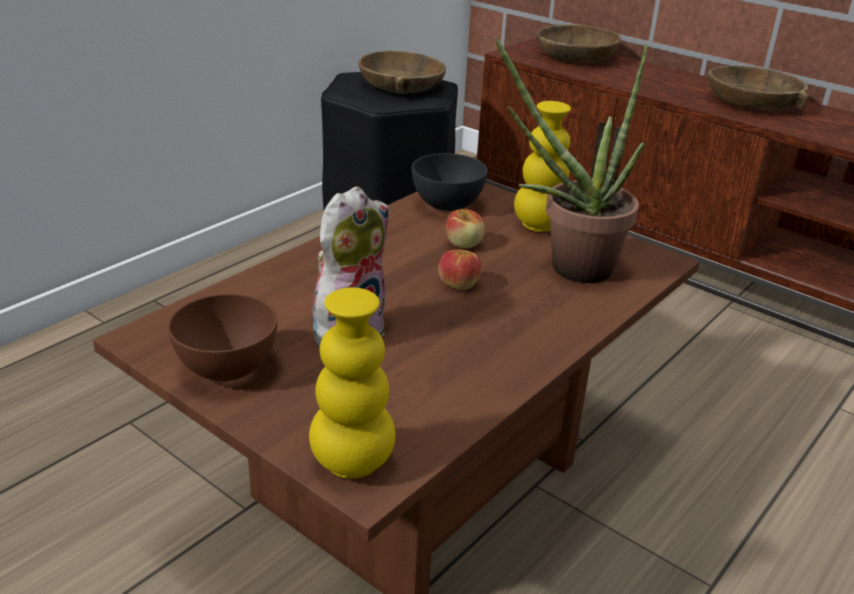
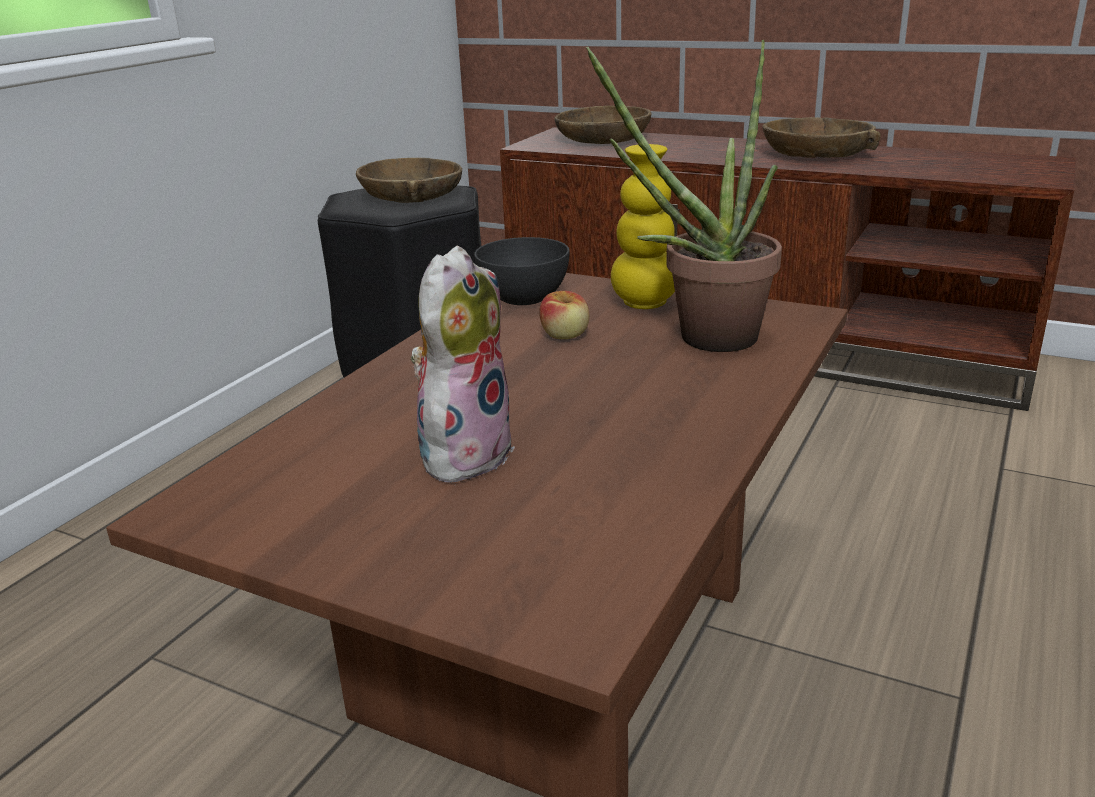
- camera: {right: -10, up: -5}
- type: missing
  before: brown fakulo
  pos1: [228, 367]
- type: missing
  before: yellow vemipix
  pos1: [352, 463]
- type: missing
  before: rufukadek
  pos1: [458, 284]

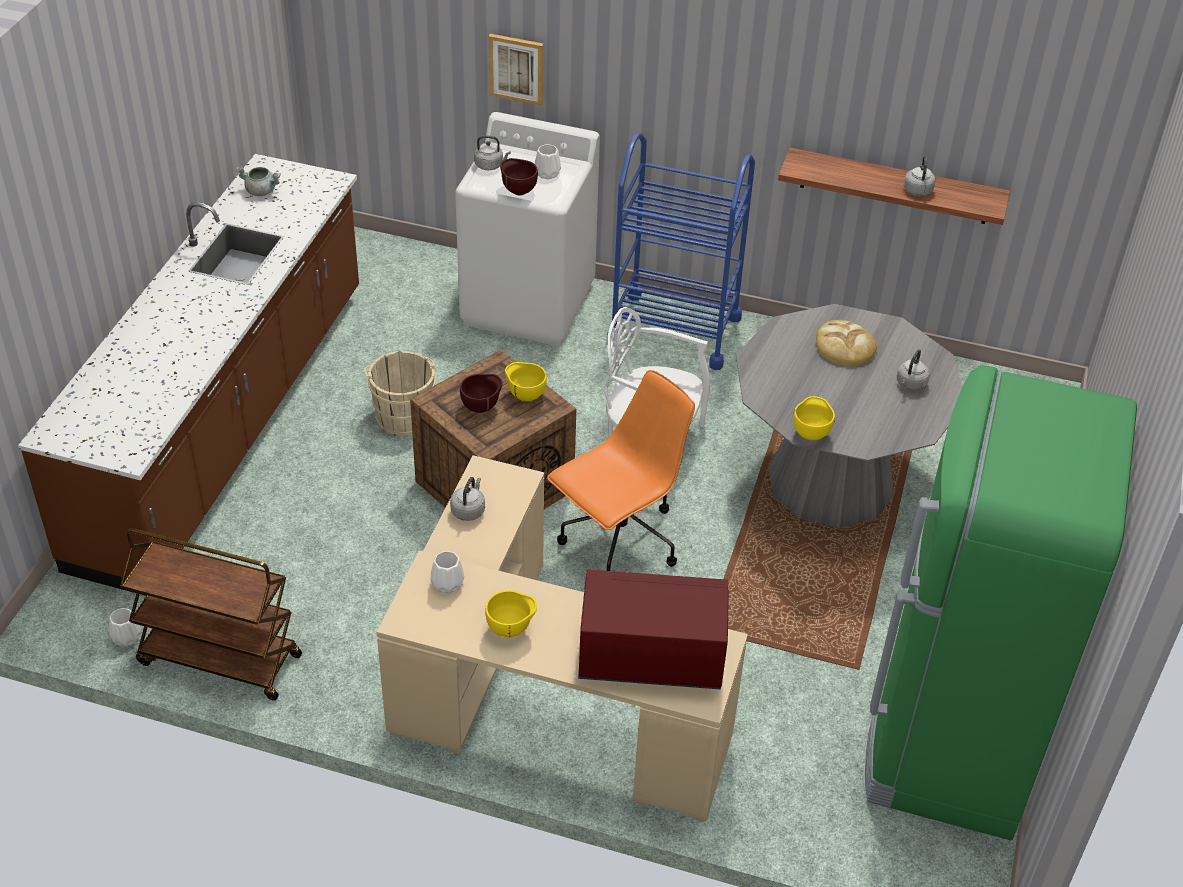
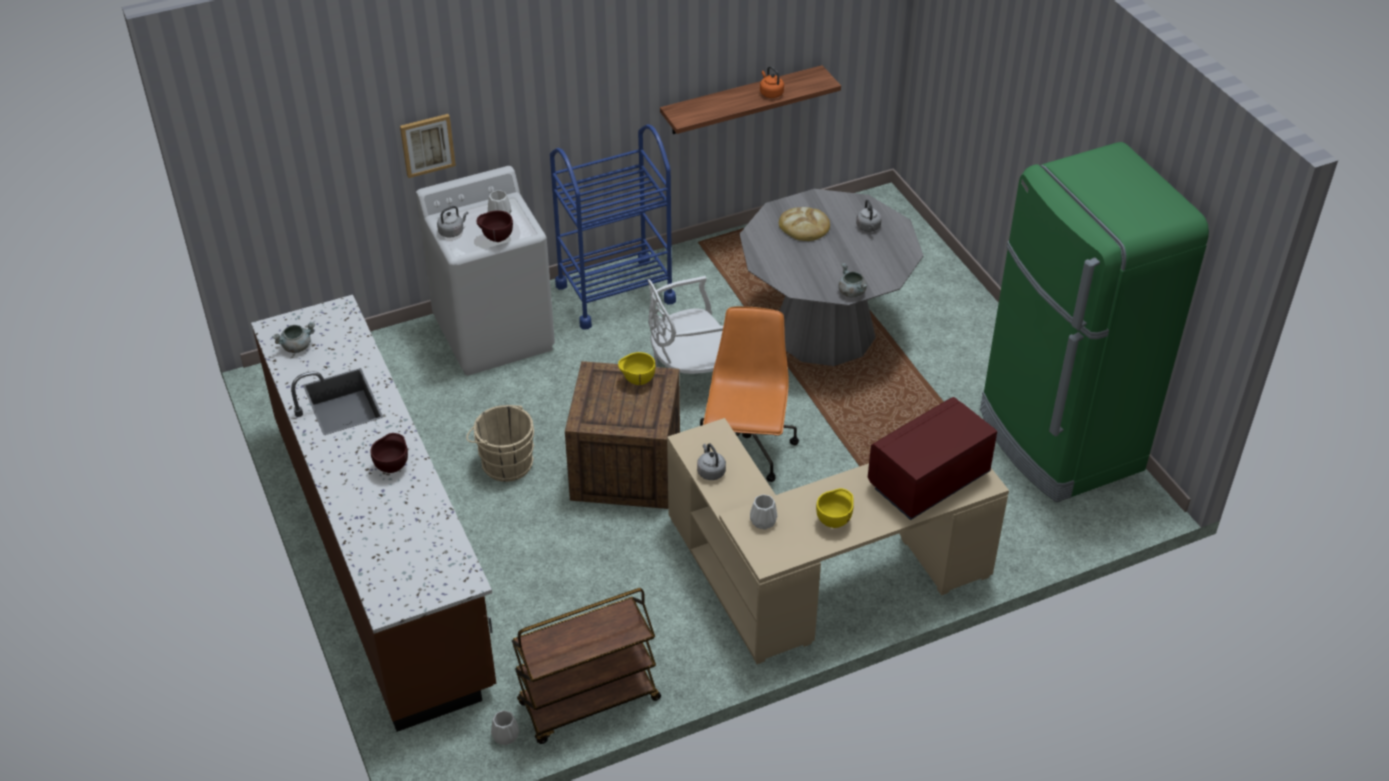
- camera: {right: -40, up: 0}
- type: relocated
  before: brown fakulo
  pos1: [482, 407]
  pos2: [393, 466]
- type: exchanged
  before: yellow fakulo
  after: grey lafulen
  pos1: [811, 433]
  pos2: [851, 292]
- type: colour
  before: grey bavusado
  after: orange bavusado
  pos1: [918, 189]
  pos2: [770, 93]

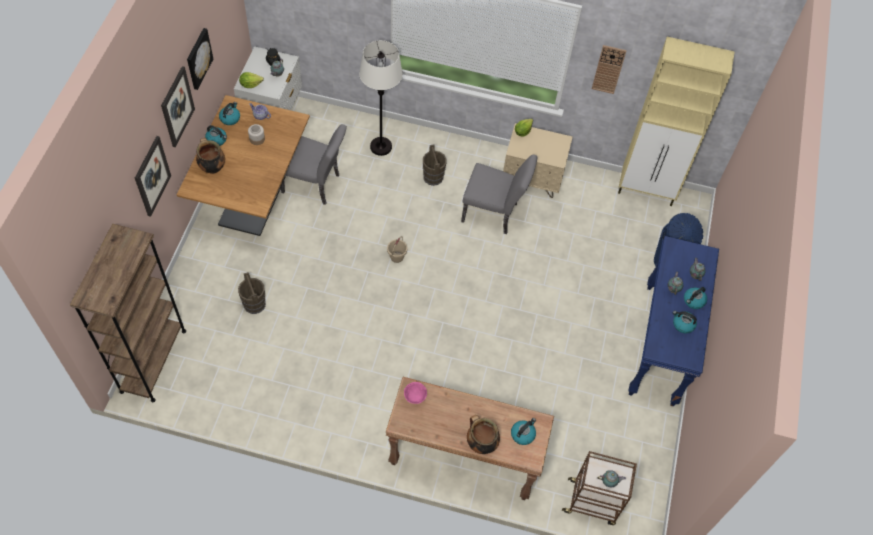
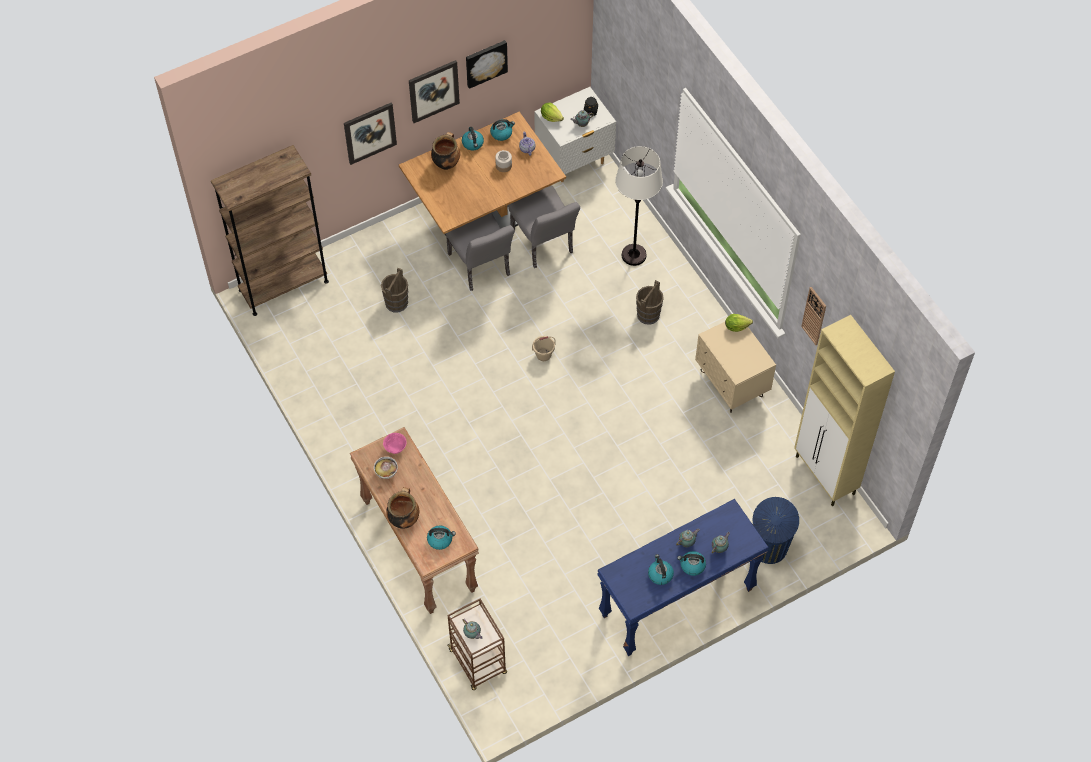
- camera: {right: 50, up: 0}
- type: appeared
  after: fakulo
  pos2: [386, 472]
- type: relocated
  before: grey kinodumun
  pos1: [494, 214]
  pos2: [481, 268]

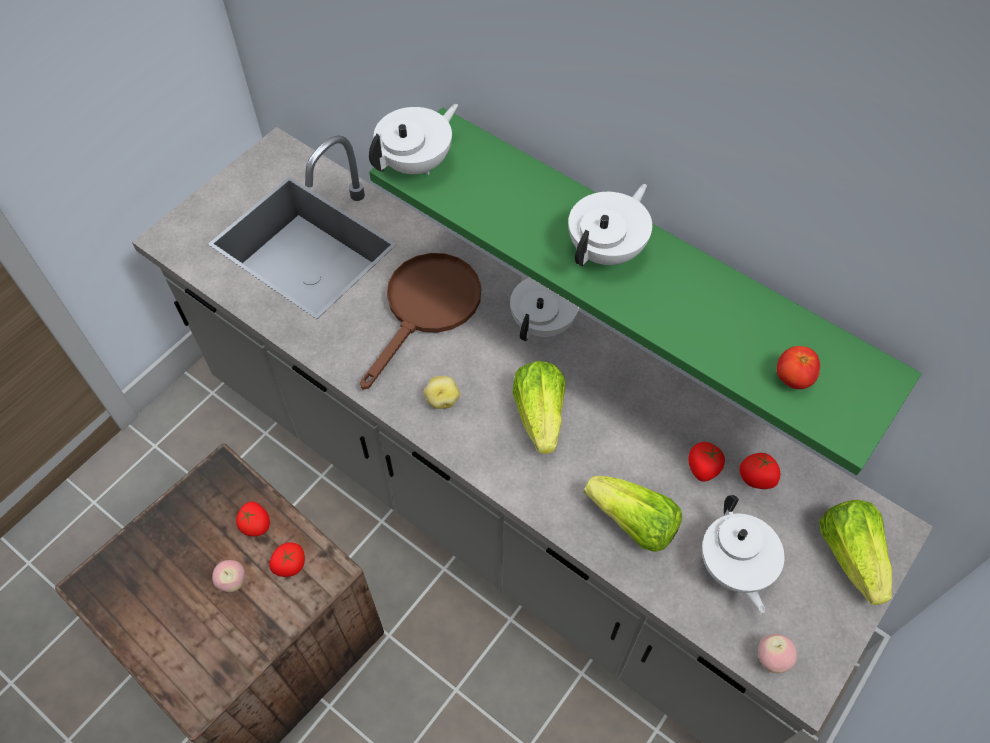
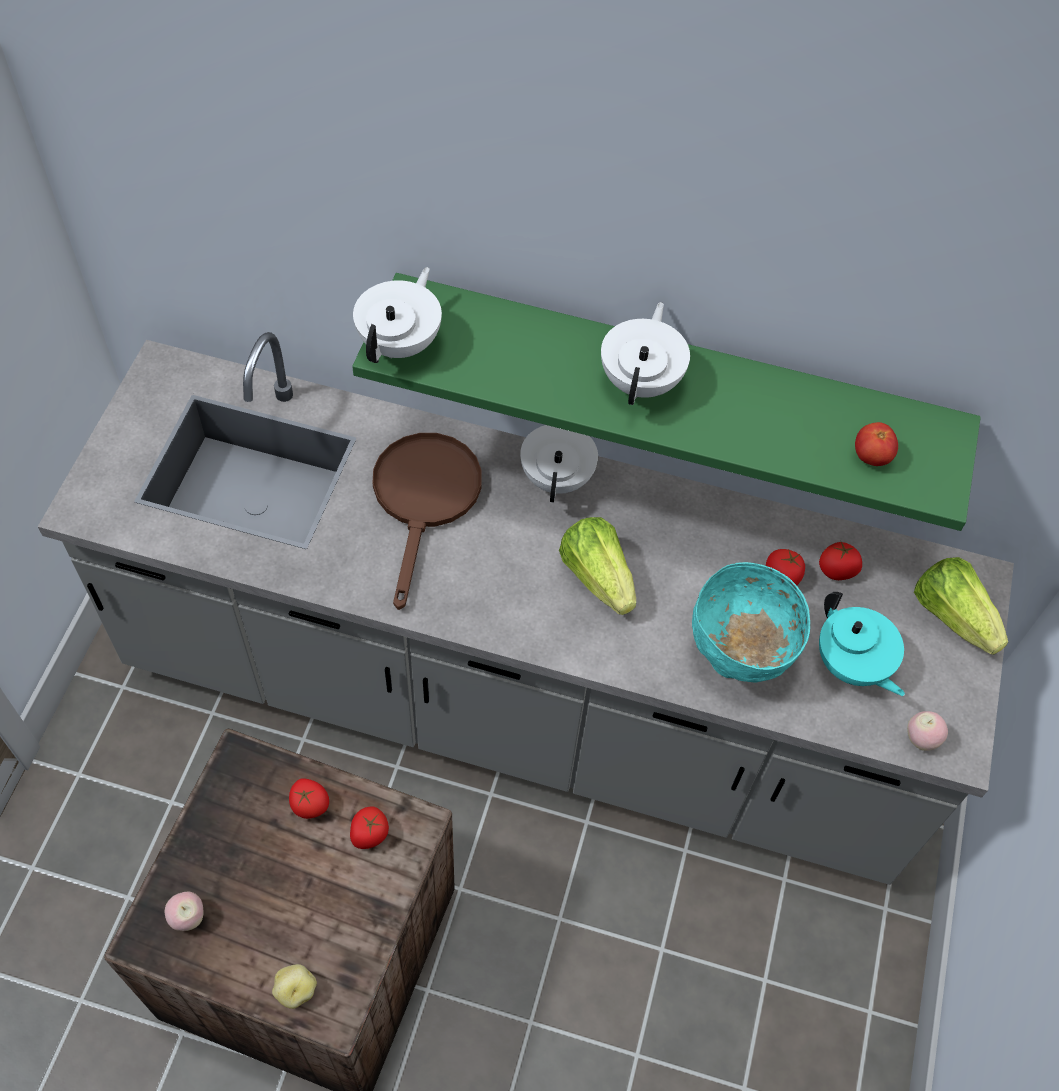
- camera: {right: -25, up: 0}
- type: relocated
  before: rufukadek
  pos1: [233, 582]
  pos2: [188, 917]
- type: relocated
  before: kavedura
  pos1: [442, 399]
  pos2: [295, 990]
- type: exchanged
  before: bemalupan
  after: turquoise fakulo
  pos1: [633, 523]
  pos2: [738, 655]
- type: colour
  before: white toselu
  after: turquoise toselu
  pos1: [733, 567]
  pos2: [851, 665]

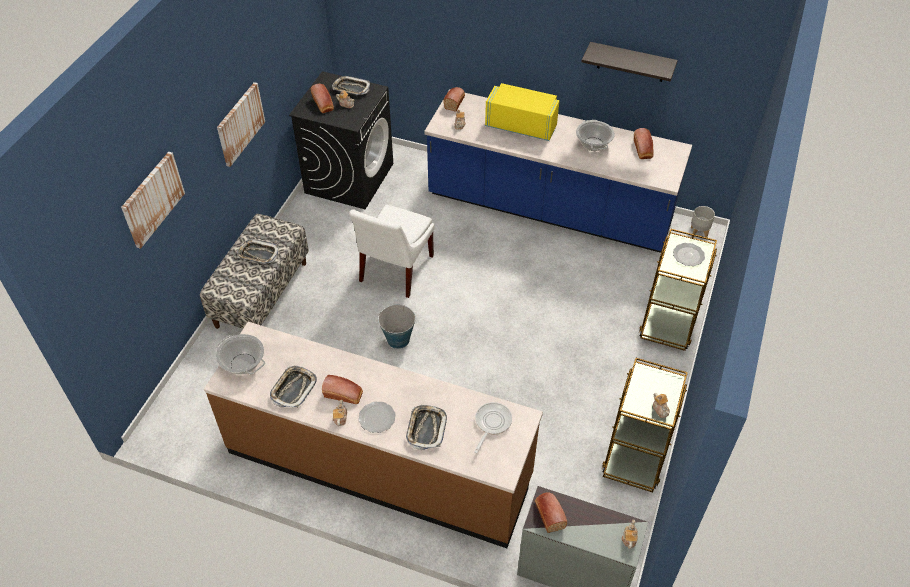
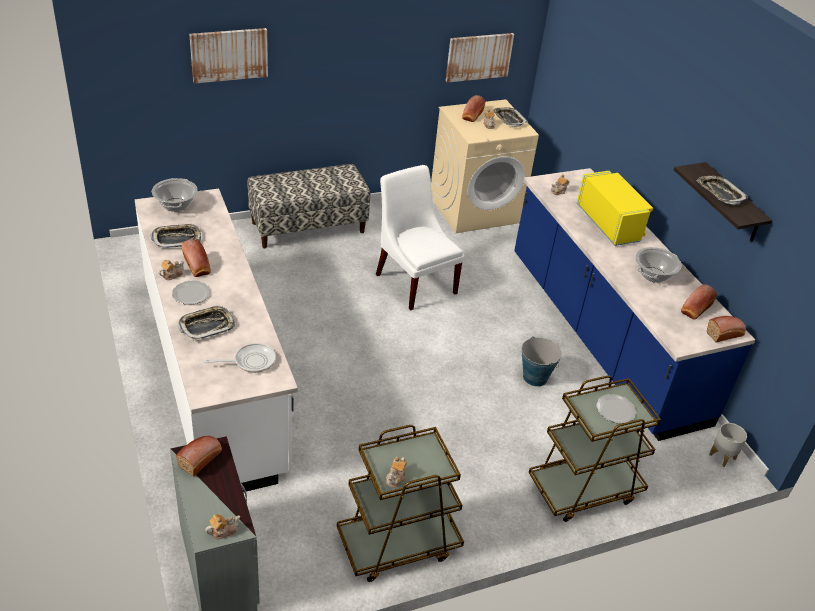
- camera: {right: 45, up: -10}
- type: relocated
  before: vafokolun
  pos1: [240, 123]
  pos2: [478, 56]
- type: relocated
  before: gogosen
  pos1: [258, 254]
  pos2: [720, 193]
- type: relocated
  before: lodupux
  pos1: [398, 339]
  pos2: [535, 377]
- type: relocated
  before: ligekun
  pos1: [455, 102]
  pos2: [725, 334]
- type: colour
  before: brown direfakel
  after: white direfakel
  pos1: [379, 464]
  pos2: [214, 375]
- type: colour
  before: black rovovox
  after: beige rovovox
  pos1: [349, 178]
  pos2: [475, 209]
- type: spun
  before: white kinodumun
  pos1: [394, 271]
  pos2: [414, 281]
  turn: 75

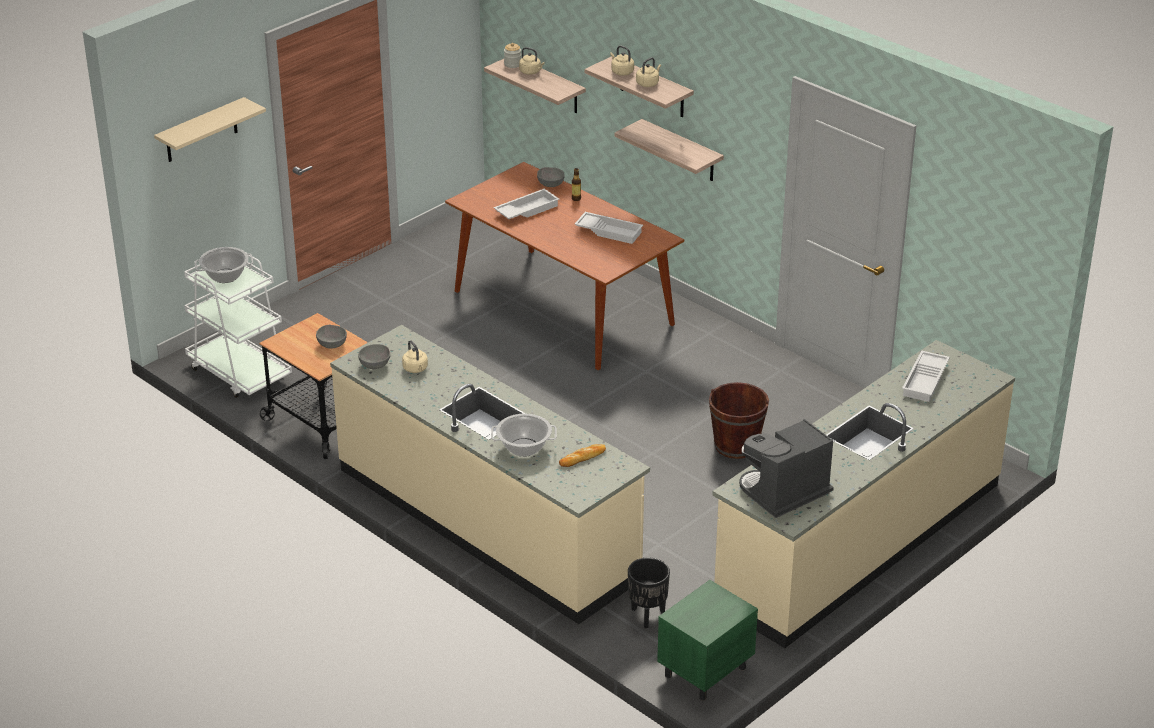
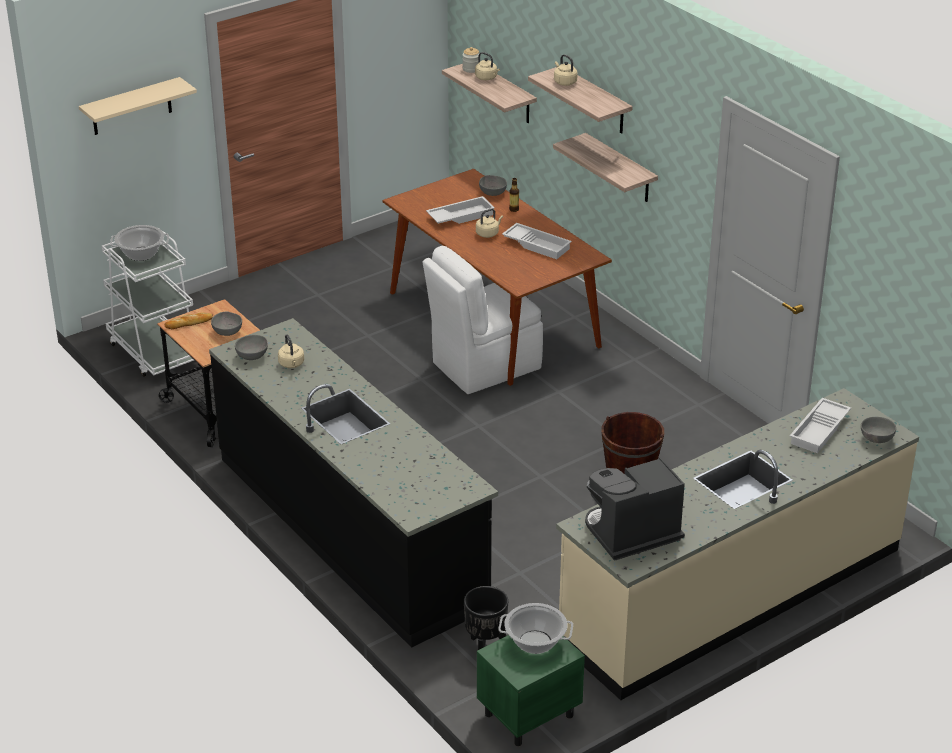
- camera: {right: 10, up: 0}
- type: appeared
  after: white kinodumun
  pos2: [484, 366]
- type: appeared
  after: grey fakulo
  pos2: [875, 439]
- type: relocated
  before: lafulen
  pos1: [524, 447]
  pos2: [535, 642]
- type: relocated
  before: ligekun
  pos1: [583, 458]
  pos2: [189, 323]
- type: relocated
  before: beige bavusado
  pos1: [648, 83]
  pos2: [488, 233]
- type: colour
  before: beige direfakel
  after: black direfakel
  pos1: [488, 522]
  pos2: [351, 529]

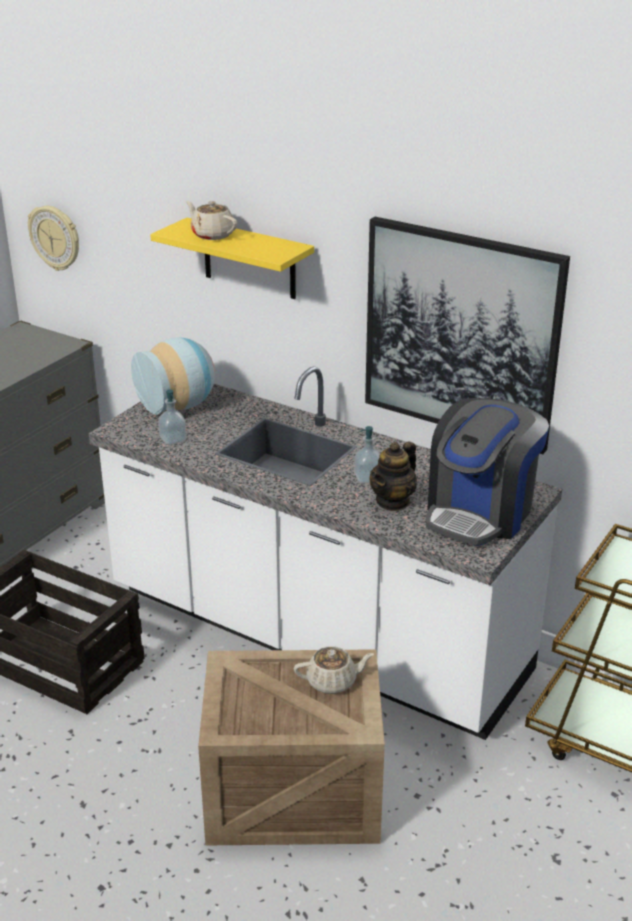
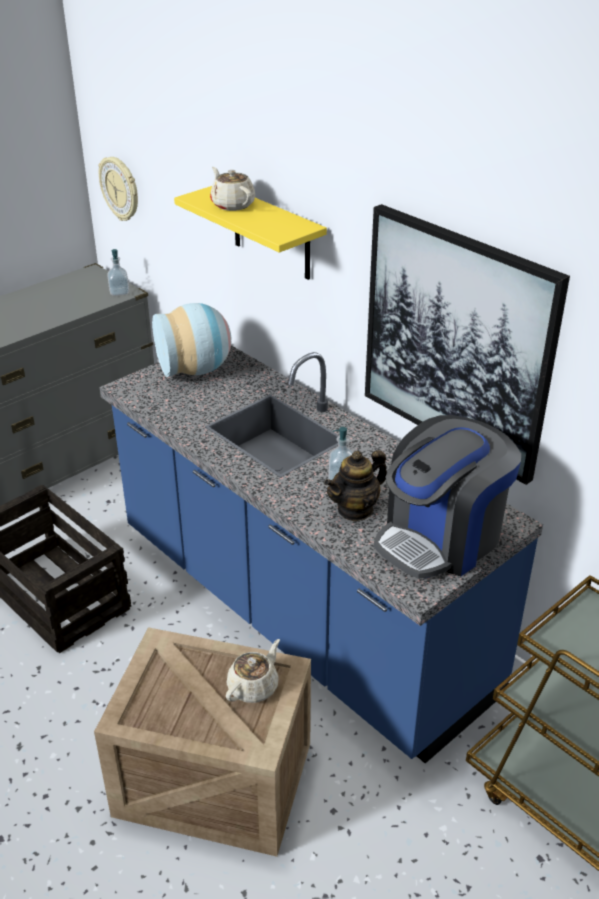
- camera: {right: 15, up: 5}
- type: relocated
  before: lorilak
  pos1: [173, 439]
  pos2: [119, 292]
- type: colour
  before: white direfakel
  after: blue direfakel
  pos1: [315, 634]
  pos2: [299, 611]
- type: spun
  before: beige toselu
  pos1: [332, 682]
  pos2: [254, 687]
  turn: -60

